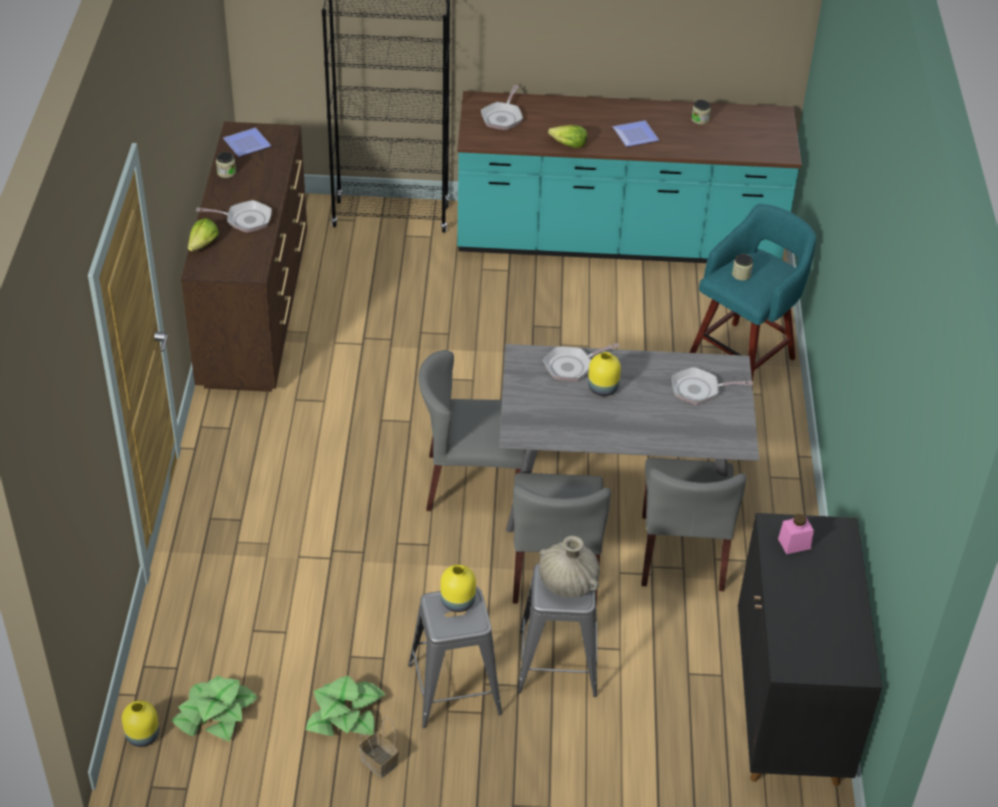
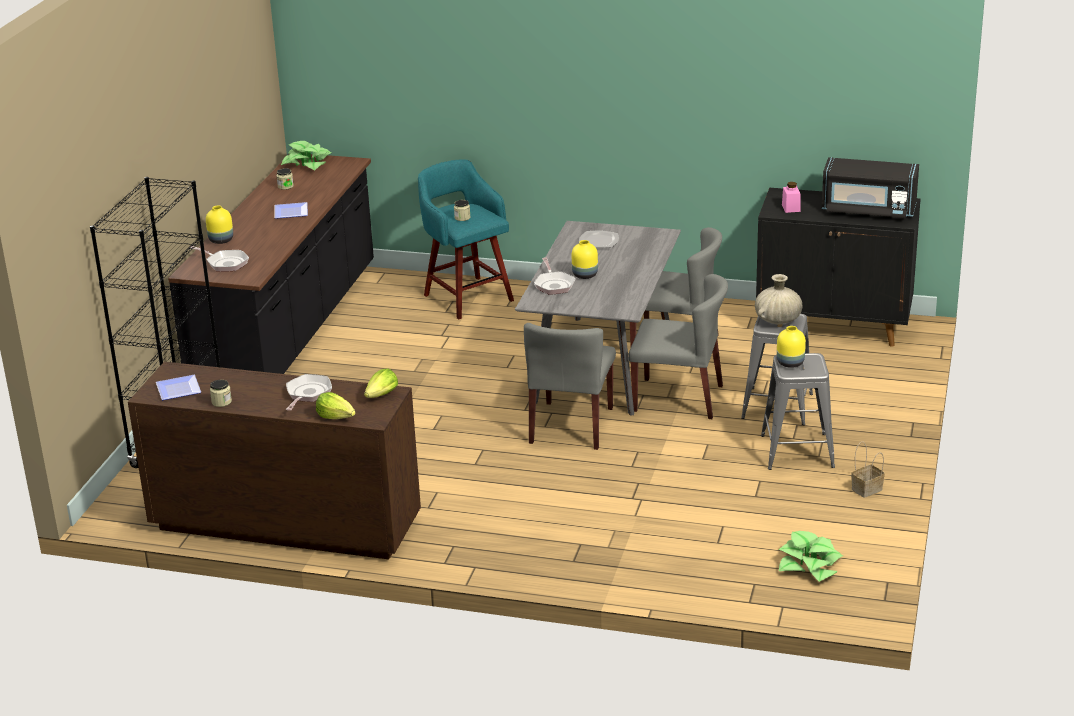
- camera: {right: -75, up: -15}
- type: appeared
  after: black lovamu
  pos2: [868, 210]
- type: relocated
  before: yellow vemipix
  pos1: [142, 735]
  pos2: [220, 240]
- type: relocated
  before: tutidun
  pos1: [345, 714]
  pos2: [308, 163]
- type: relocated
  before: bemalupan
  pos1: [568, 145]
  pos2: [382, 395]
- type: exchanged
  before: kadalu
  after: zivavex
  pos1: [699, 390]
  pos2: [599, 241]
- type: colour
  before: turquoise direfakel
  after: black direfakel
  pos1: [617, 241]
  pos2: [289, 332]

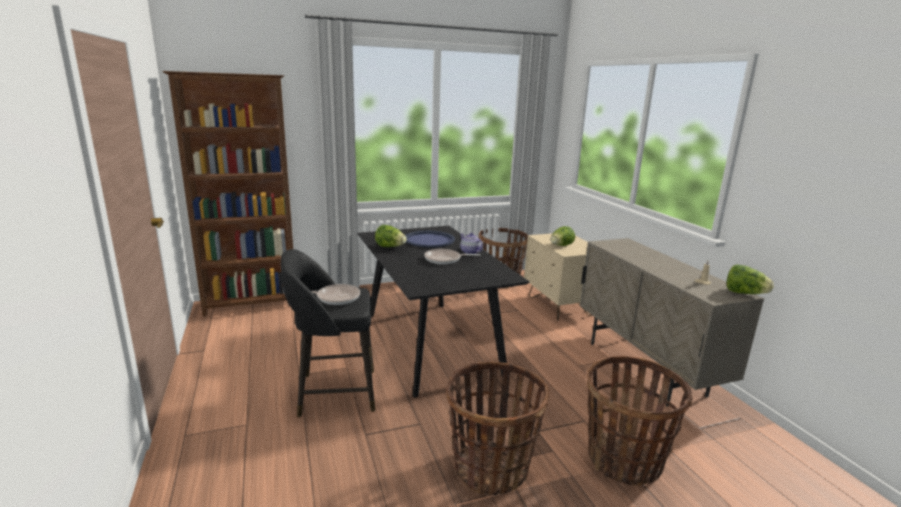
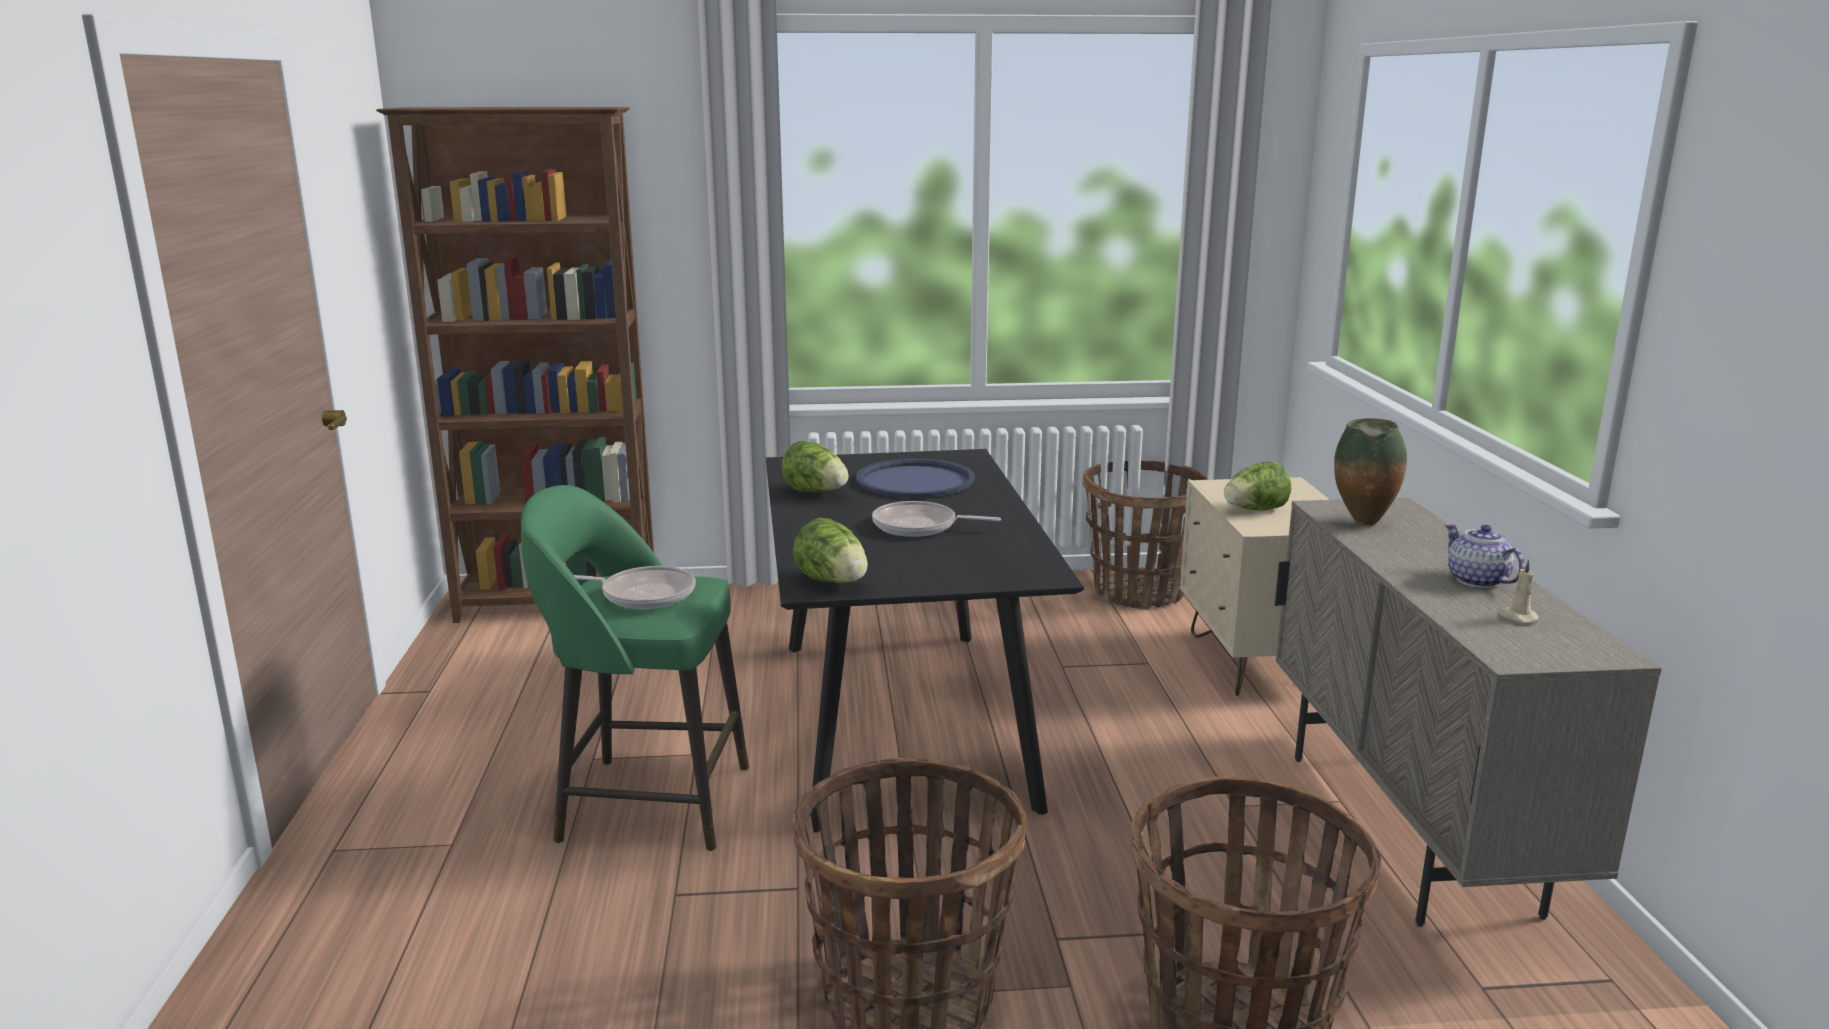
- camera: {right: 15, up: 0}
- type: appeared
  after: vemipix
  pos2: [1363, 524]
- type: relocated
  before: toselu
  pos1: [470, 252]
  pos2: [1477, 581]
- type: relocated
  before: bemalupan
  pos1: [744, 293]
  pos2: [834, 582]
- type: colour
  before: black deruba
  after: green deruba
  pos1: [334, 392]
  pos2: [648, 802]

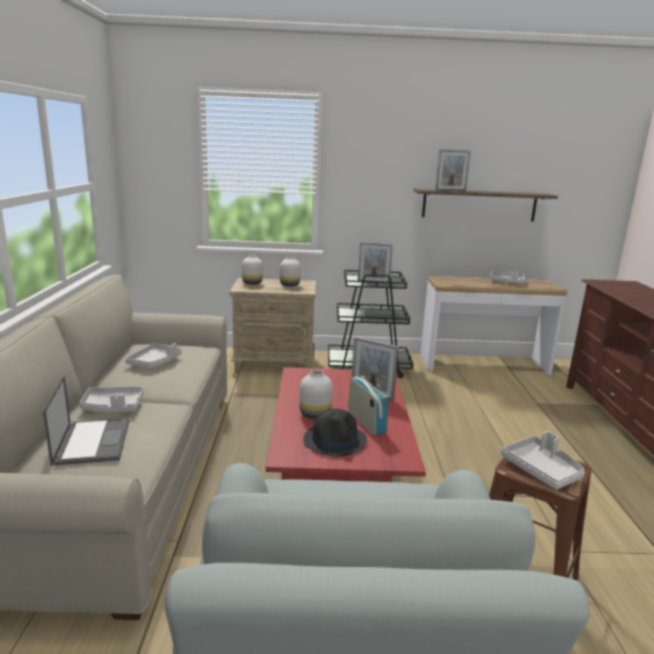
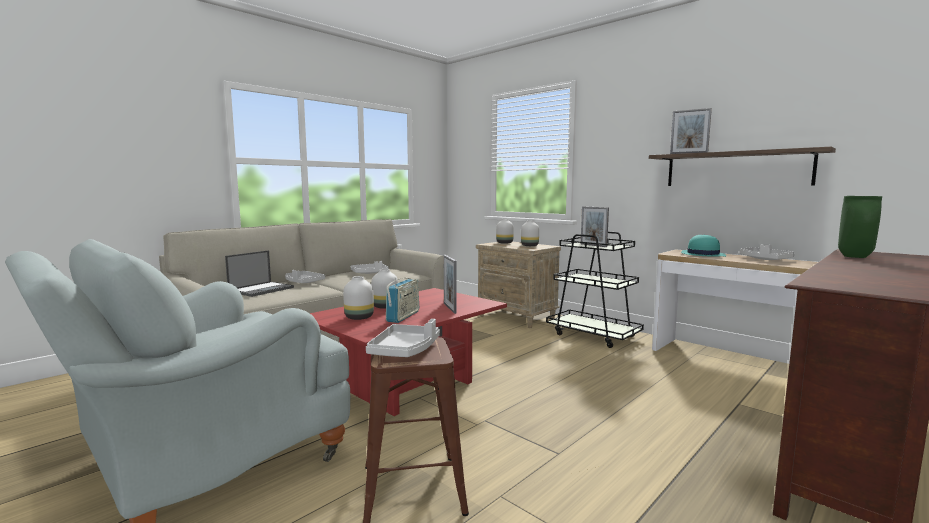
- camera: {right: 45, up: -10}
- type: appeared
  after: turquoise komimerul
  pos2: [702, 254]
- type: appeared
  after: green vemipix
  pos2: [853, 256]
- type: exchanged
  before: black komimerul
  after: white vemipix
  pos1: [335, 440]
  pos2: [360, 317]

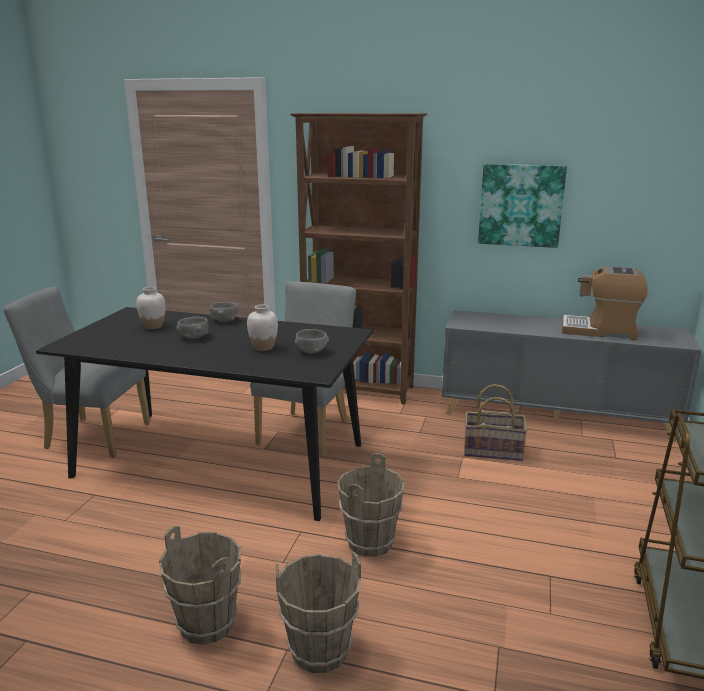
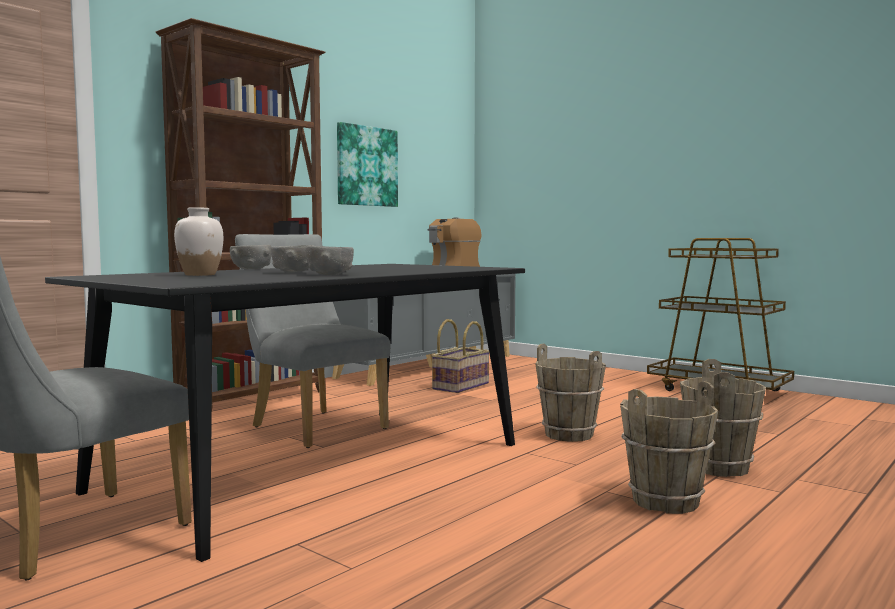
- camera: {right: -65, up: -15}
- type: missing
  before: white vemipix
  pos1: [263, 348]
- type: relocated
  before: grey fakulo
  pos1: [311, 351]
  pos2: [330, 275]

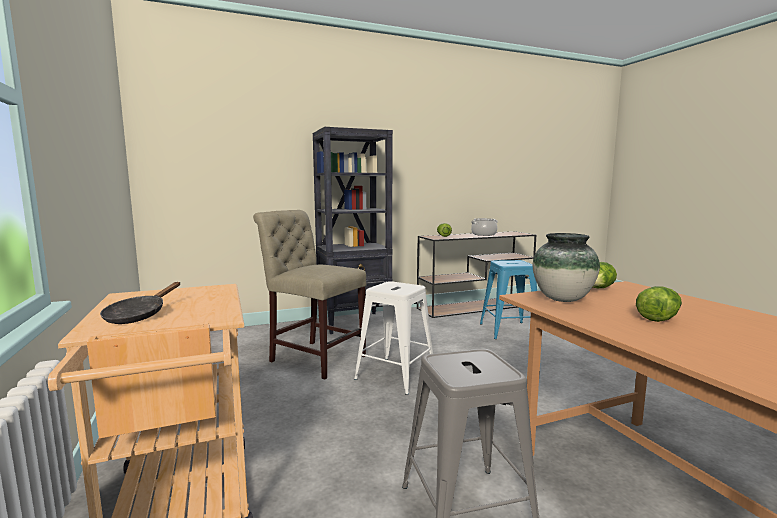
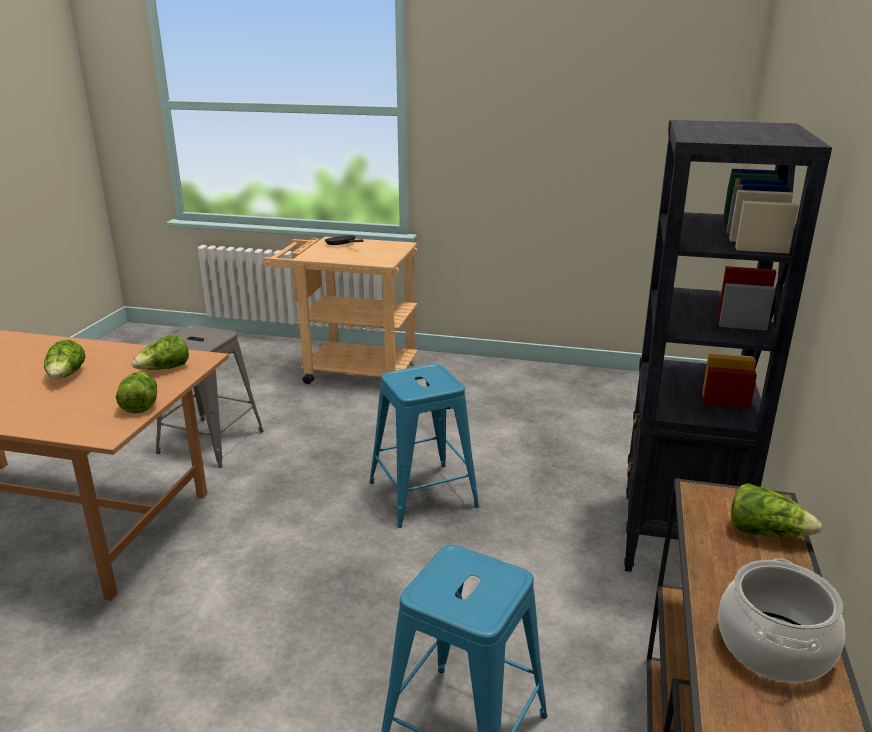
- camera: {right: 125, up: 15}
- type: missing
  before: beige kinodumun
  pos1: [314, 357]
- type: exchanged
  before: vemipix
  after: bemalupan
  pos1: [562, 299]
  pos2: [164, 369]
- type: colour
  before: white deruba
  after: blue deruba
  pos1: [396, 375]
  pos2: [422, 494]

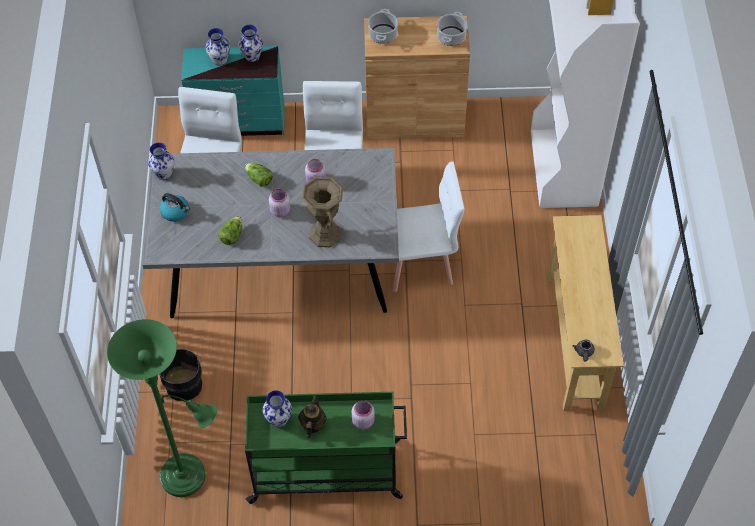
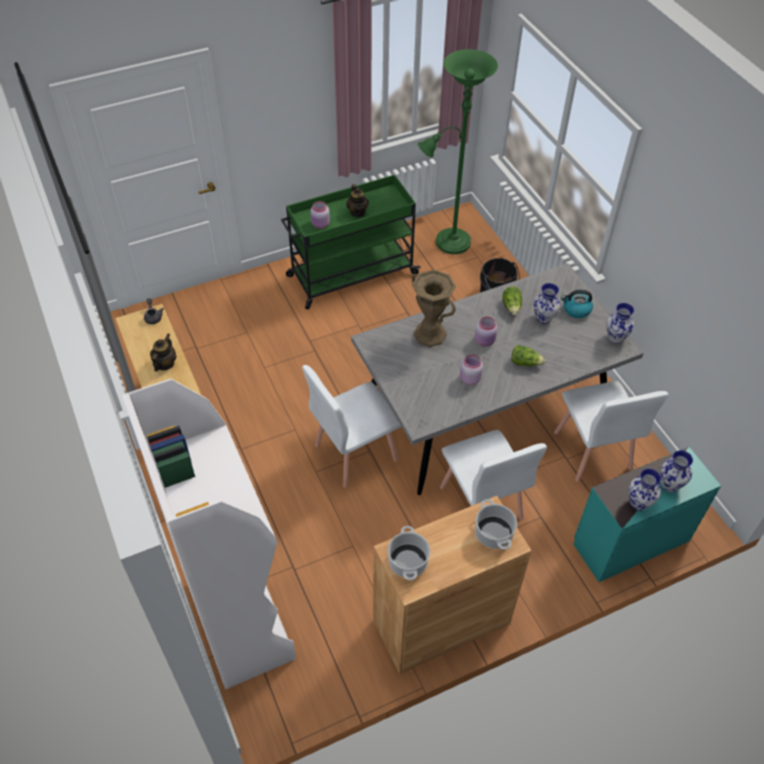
- camera: {right: 155, up: -5}
- type: appeared
  after: toselu
  pos2: [165, 364]
- type: relocated
  before: vemipix
  pos1: [279, 419]
  pos2: [543, 318]

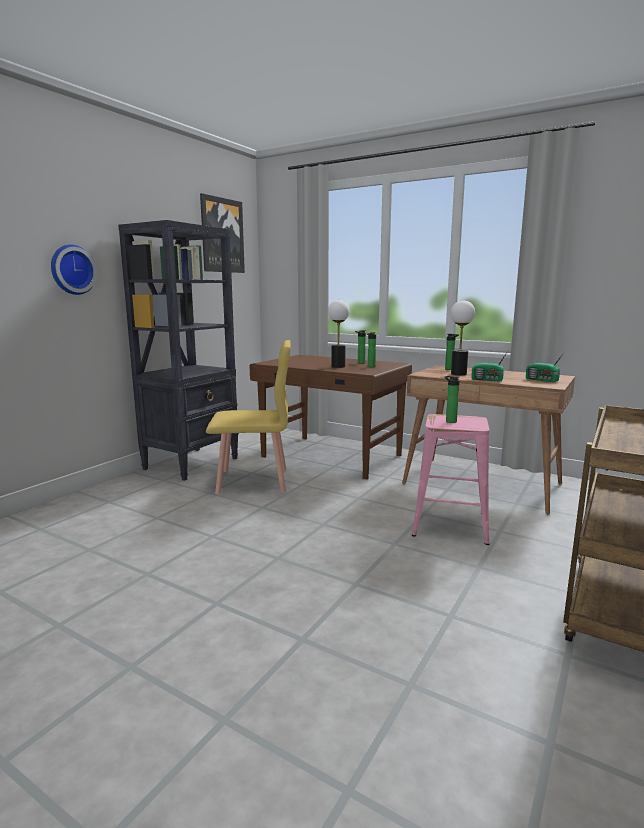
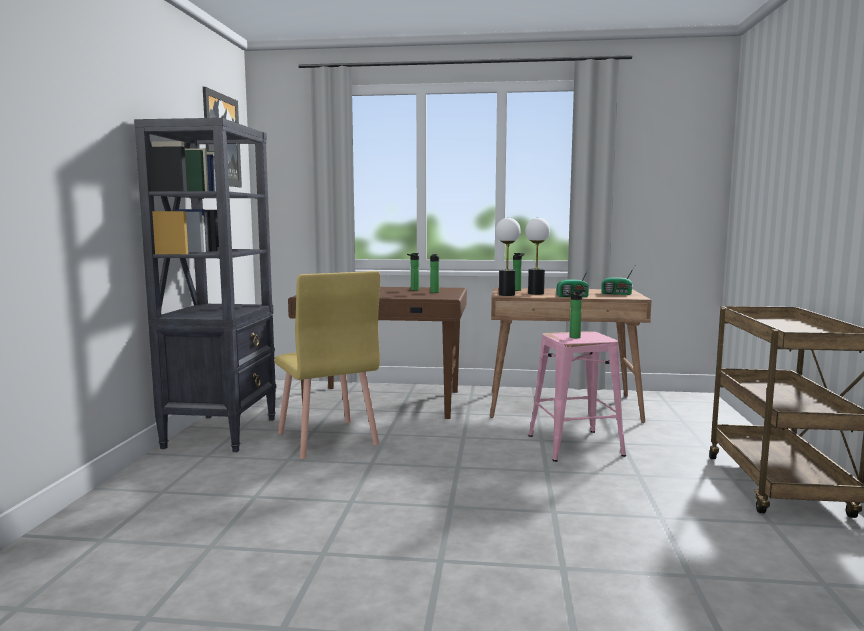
- camera: {right: -25, up: -5}
- type: missing
  before: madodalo
  pos1: [71, 270]
- type: relocated
  before: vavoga
  pos1: [338, 366]
  pos2: [506, 295]
- type: spun
  before: yellow kinodumun
  pos1: [254, 481]
  pos2: [327, 439]
  turn: 90

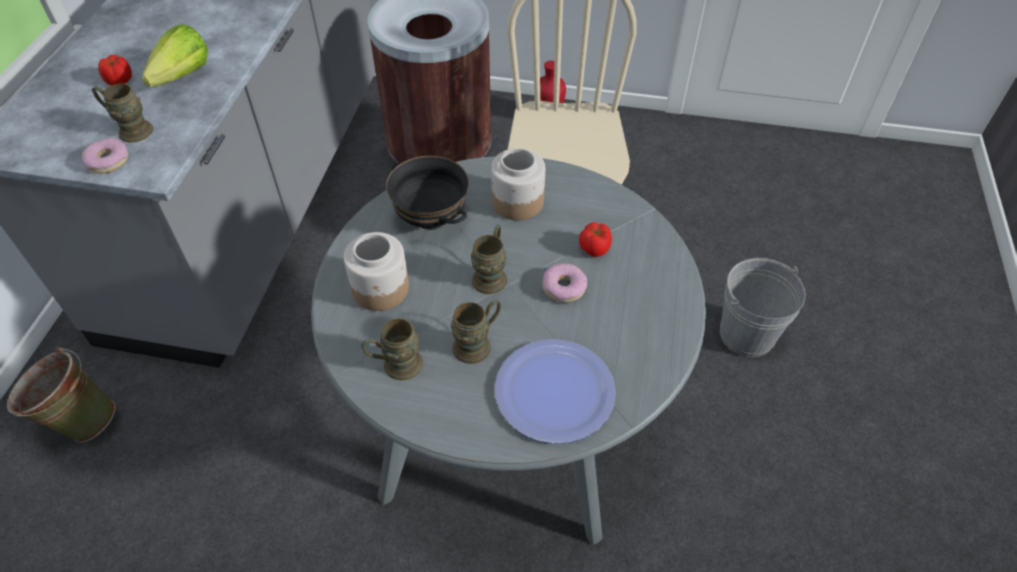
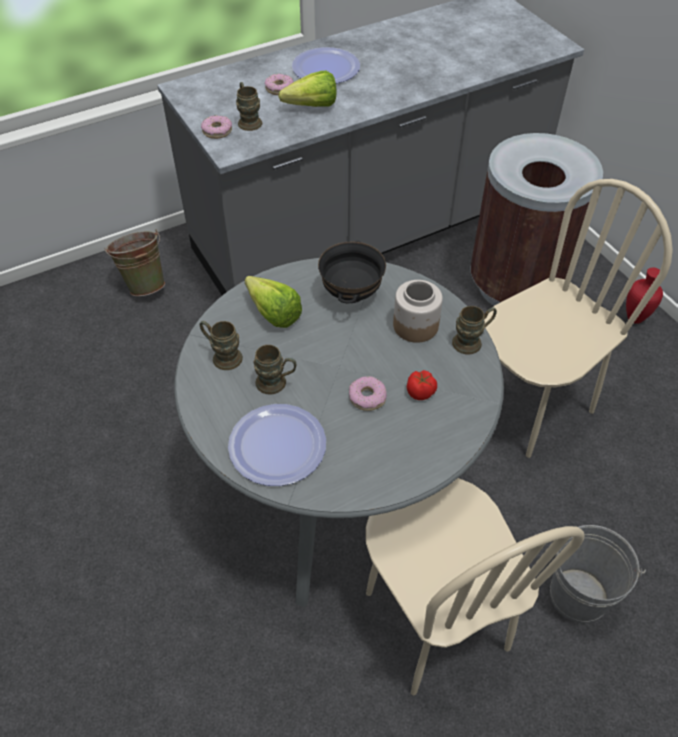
- camera: {right: 50, up: 0}
- type: appeared
  after: zivavex
  pos2: [325, 68]
- type: appeared
  after: beige kinodumun
  pos2: [435, 621]
- type: relocated
  before: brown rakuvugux
  pos1: [491, 274]
  pos2: [472, 341]
- type: exchanged
  before: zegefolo
  after: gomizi
  pos1: [120, 81]
  pos2: [279, 89]
- type: exchanged
  before: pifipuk
  after: bemalupan
  pos1: [381, 289]
  pos2: [271, 310]

